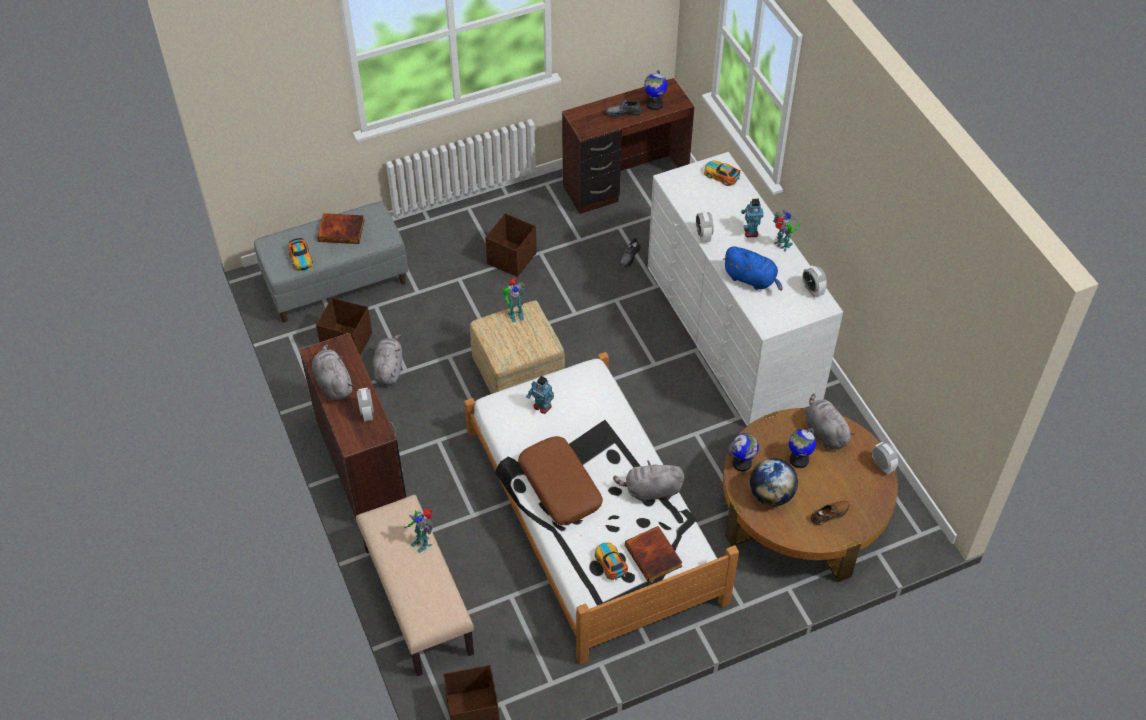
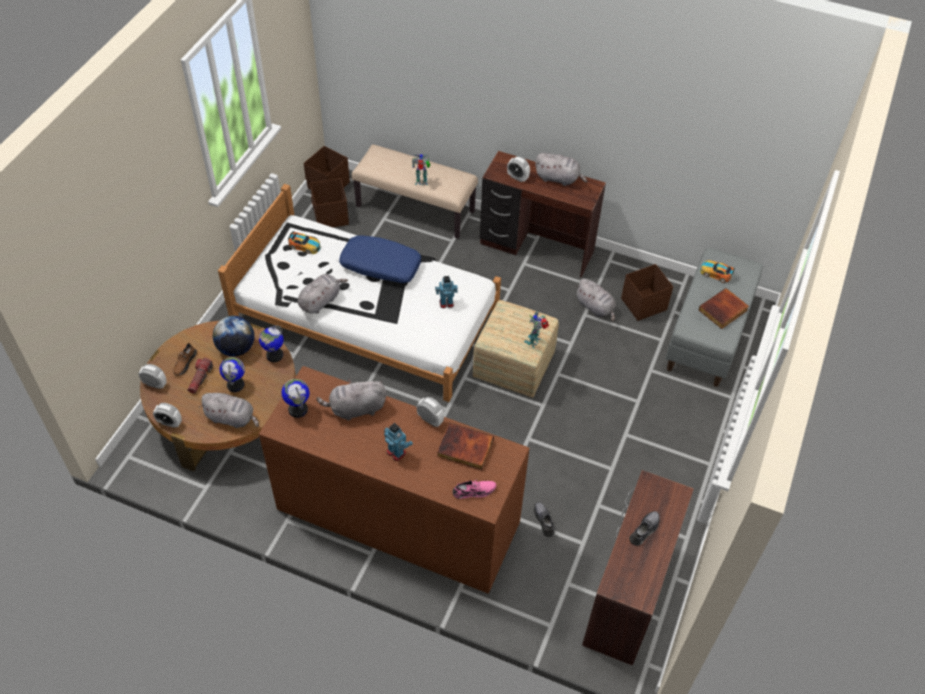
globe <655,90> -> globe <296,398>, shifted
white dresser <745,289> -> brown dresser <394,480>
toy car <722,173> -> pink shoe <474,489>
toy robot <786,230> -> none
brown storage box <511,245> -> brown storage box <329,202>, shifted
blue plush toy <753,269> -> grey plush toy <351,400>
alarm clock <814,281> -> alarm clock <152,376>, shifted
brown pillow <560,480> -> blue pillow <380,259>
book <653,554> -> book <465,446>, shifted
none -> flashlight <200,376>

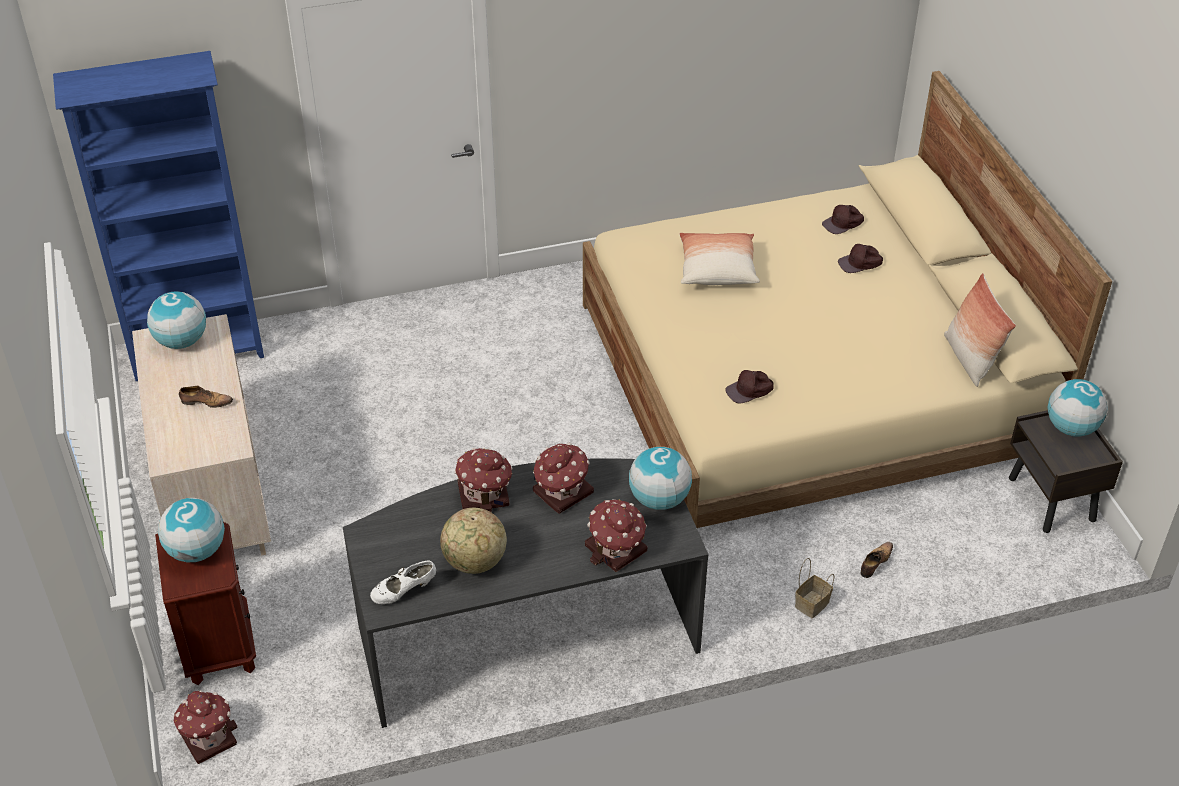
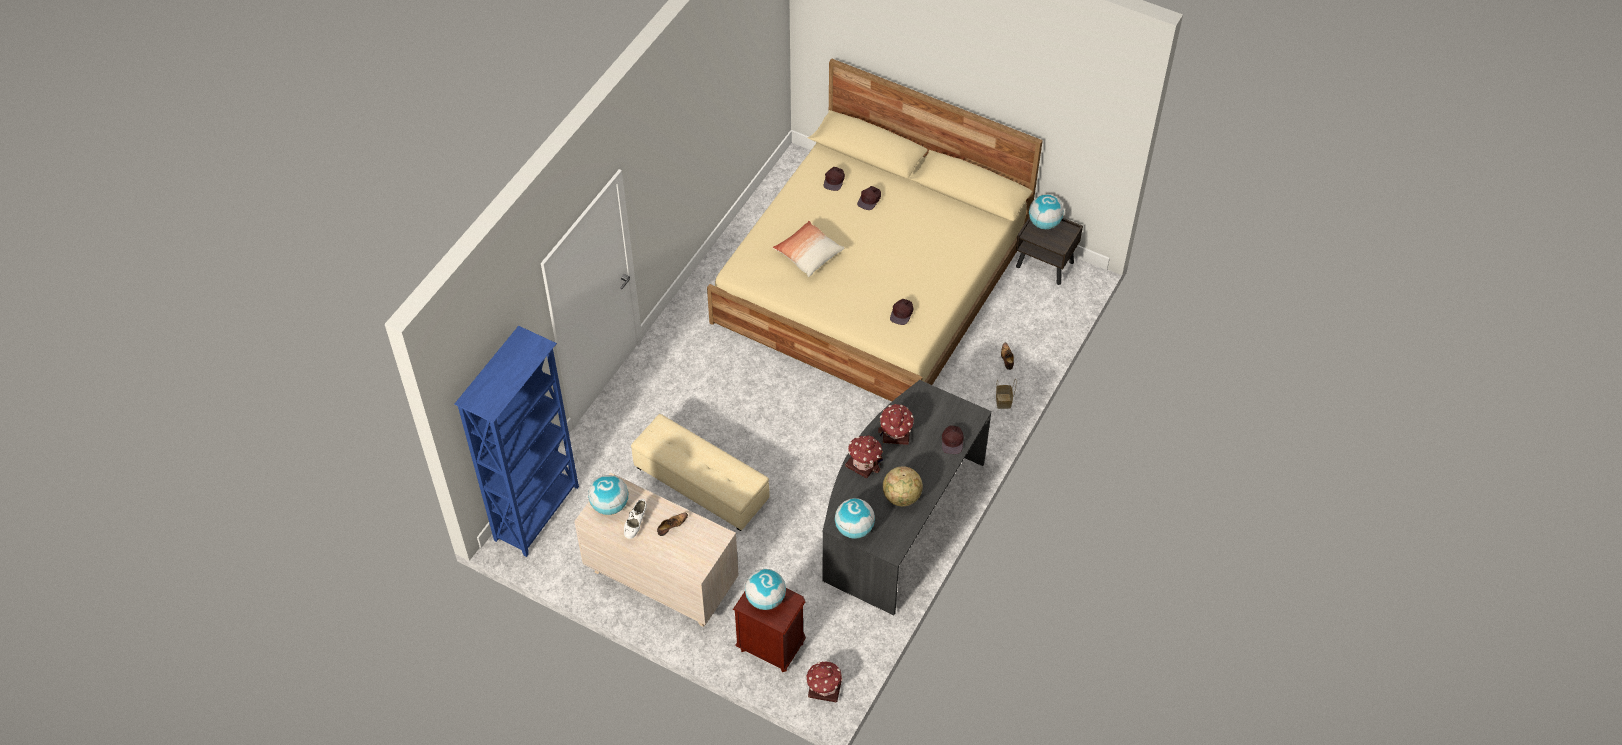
pillow <980,330> -> none
globe <660,478> -> globe <855,518>, shifted
toy house <616,535> -> brown cap <953,439>
white shoe <403,582> -> white shoe <635,519>, shifted
none -> beige ottoman <700,472>

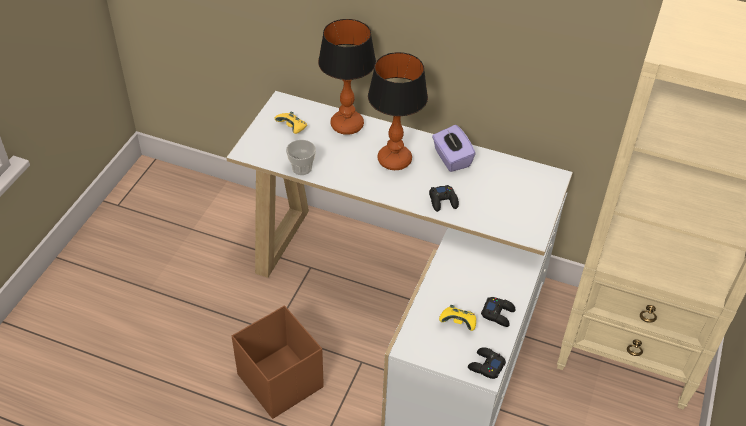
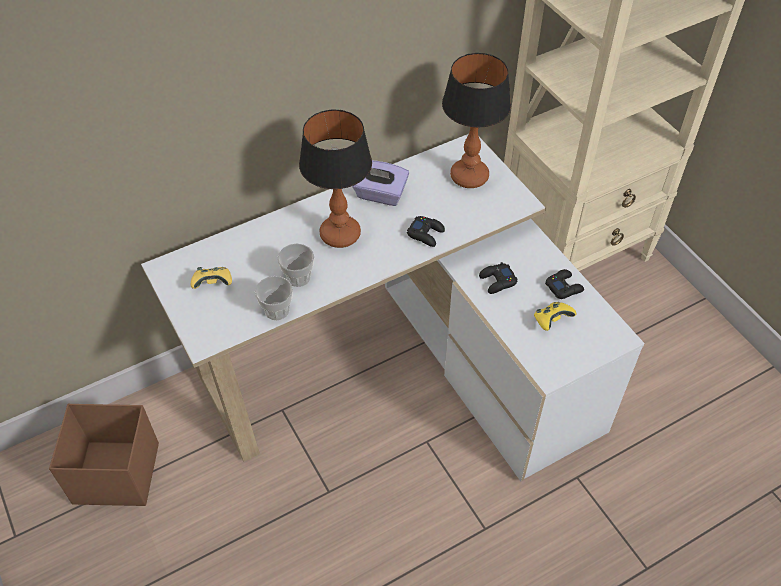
table lamp <347,77> -> table lamp <476,120>, shifted
brown storage box <278,362> -> brown storage box <104,455>, shifted
black game controller <487,363> -> black game controller <498,278>, shifted
none -> cup <295,265>

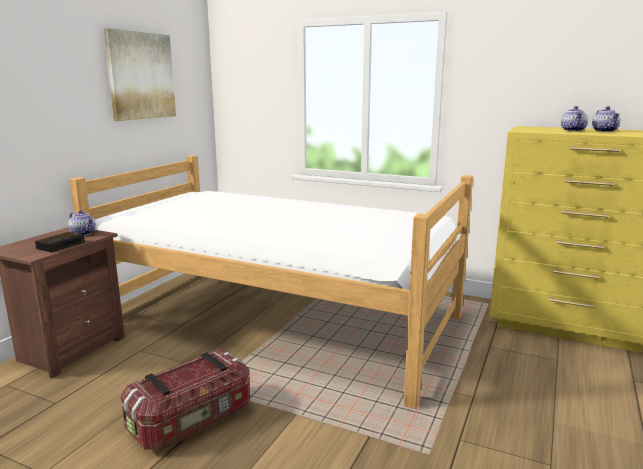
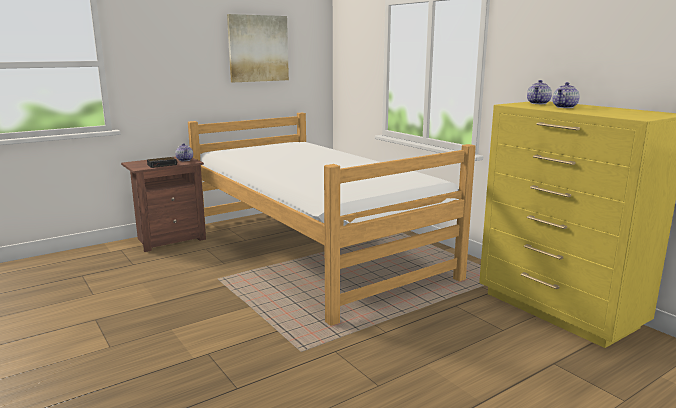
teapot <606,119> -> teapot <539,92>, shifted
storage box <185,399> -> none

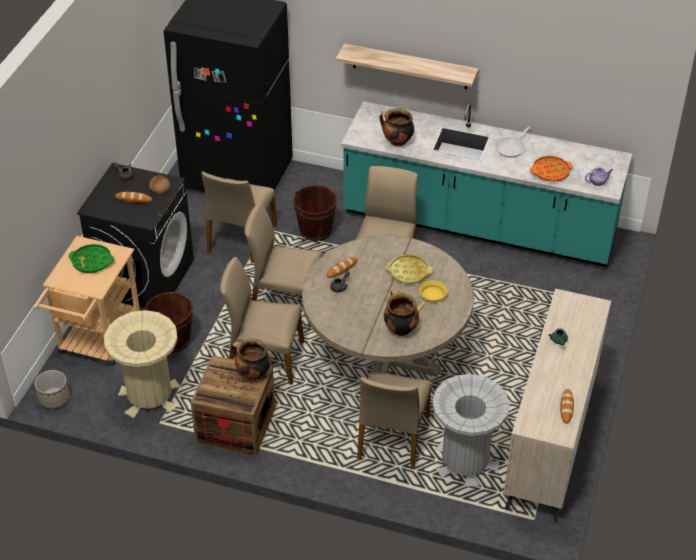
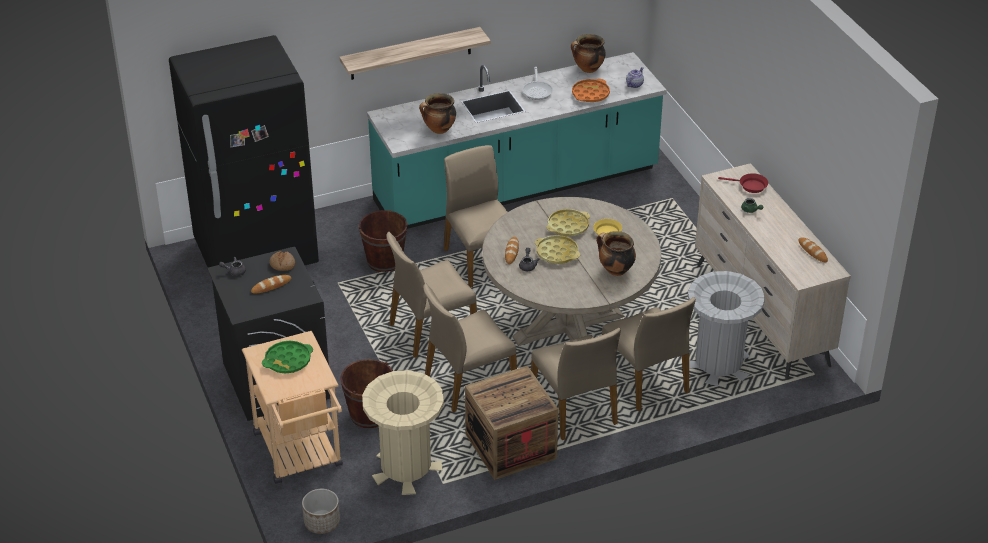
beige chair <239,217> -> beige chair <576,384>, shifted
cooking pot <251,359> -> cooking pot <588,53>, shifted
none -> red frying pan <743,183>
none -> yellow tray <557,249>

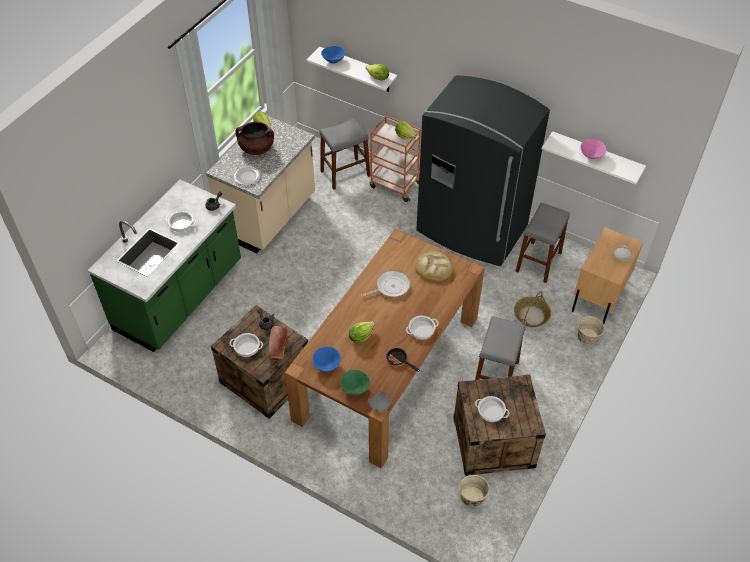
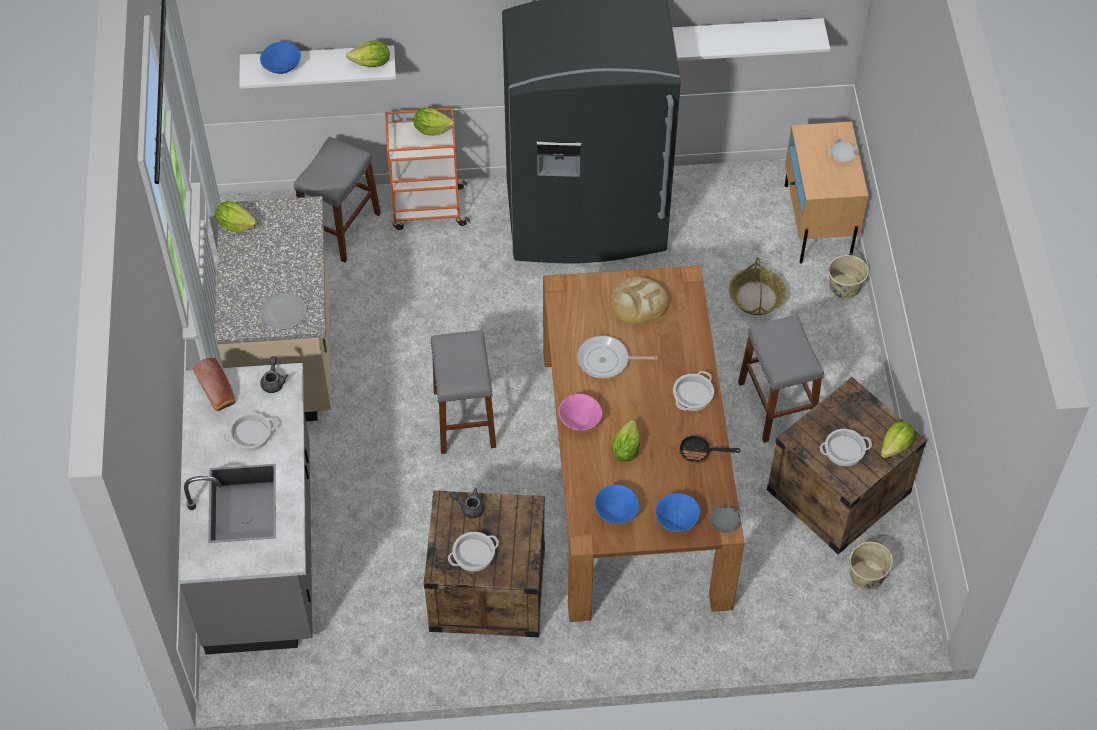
brown cooking pot <254,138> -> none
pink bowl <593,149> -> pink bowl <580,412>, shifted
green counter <164,266> -> grey counter <245,509>
grey stool <543,243> -> grey stool <463,392>, shifted
frying pan <385,284> -> frying pan <617,356>, 120 degrees counterclockwise
bread <278,343> -> bread <214,384>, shifted
green bowl <355,382> -> blue bowl <677,512>
none -> lettuce <898,439>

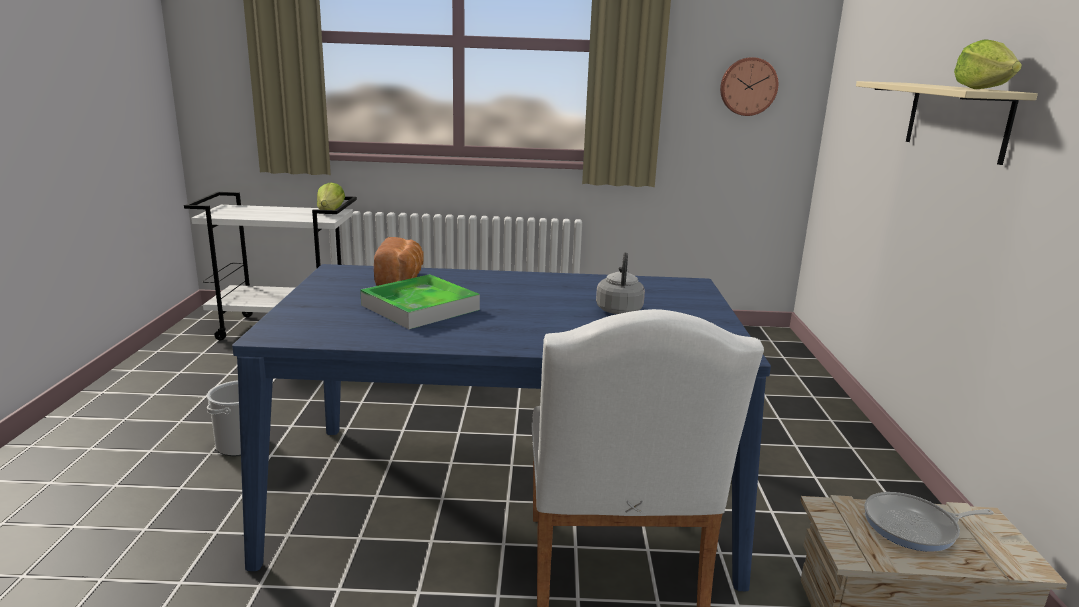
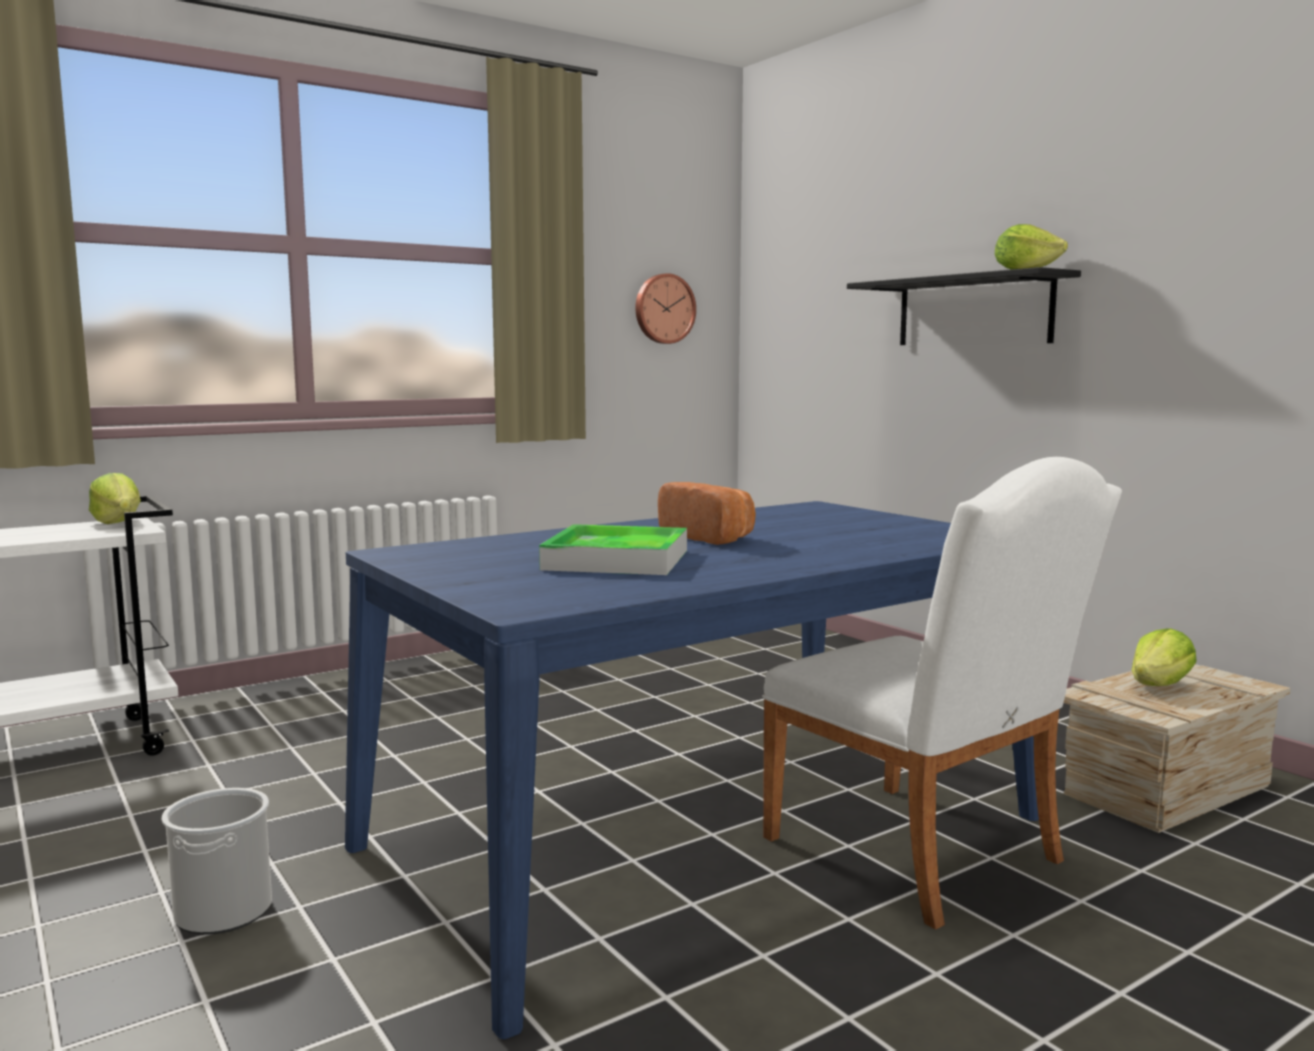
beige shelf <947,123> -> black shelf <964,306>
bread <399,261> -> bread <707,513>, shifted
grey kettle <620,283> -> none
frying pan <929,522> -> lettuce <1164,657>

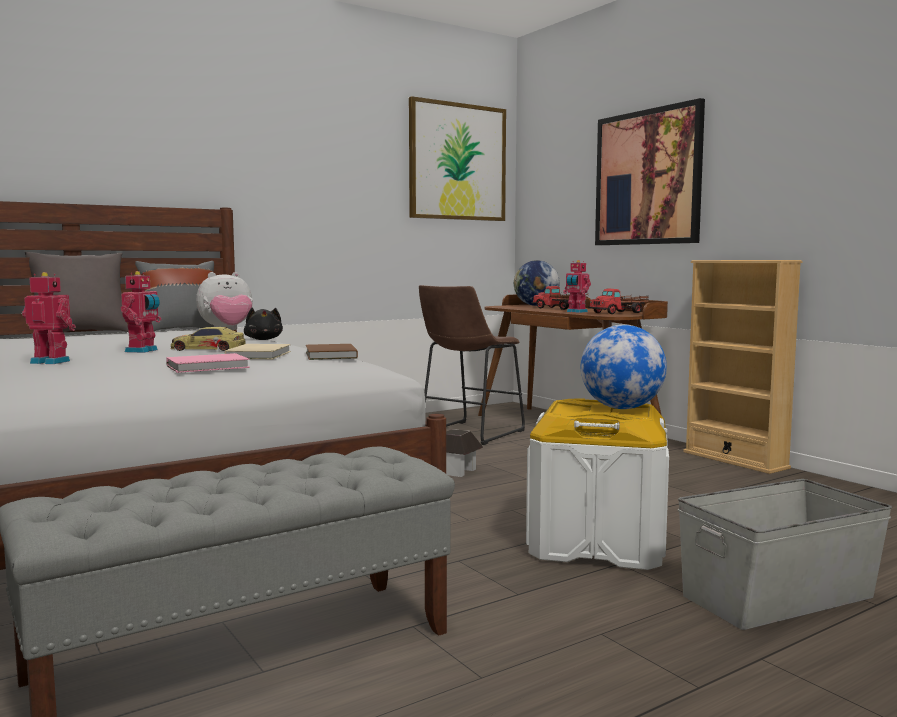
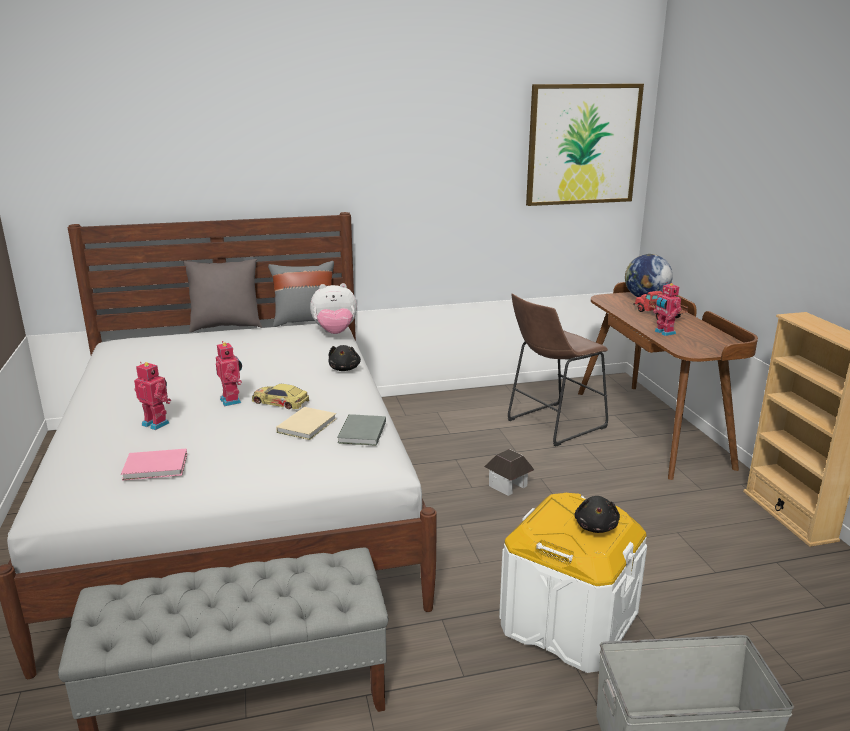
picture <650,171> -> none
toy robot <141,312> -> toy robot <229,373>, 60 degrees counterclockwise
toy truck <618,301> -> none
globe <624,367> -> black plush toy <597,514>
brown book <332,352> -> grey book <361,430>
pink book <208,363> -> pink book <154,464>, shifted

